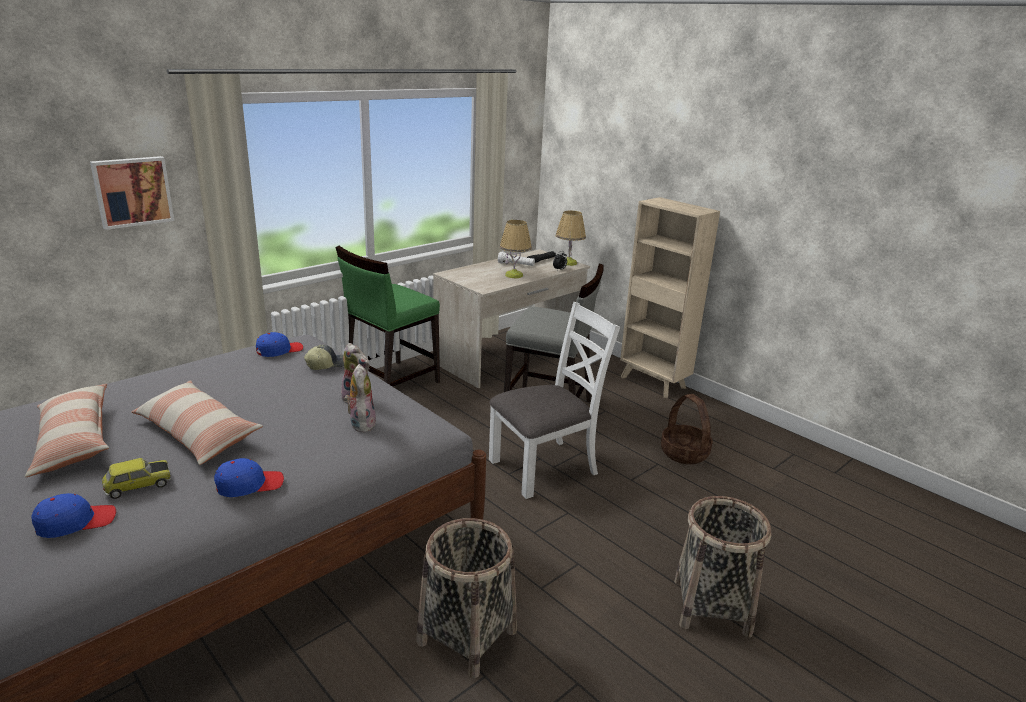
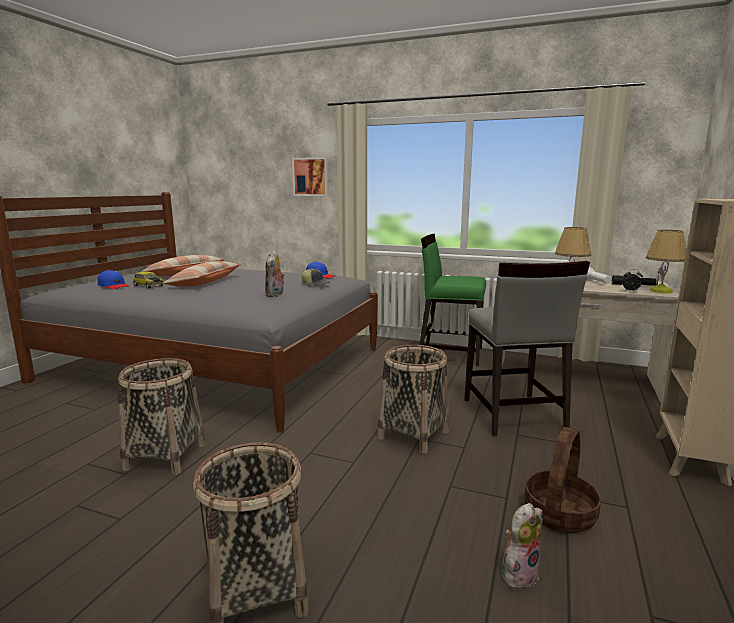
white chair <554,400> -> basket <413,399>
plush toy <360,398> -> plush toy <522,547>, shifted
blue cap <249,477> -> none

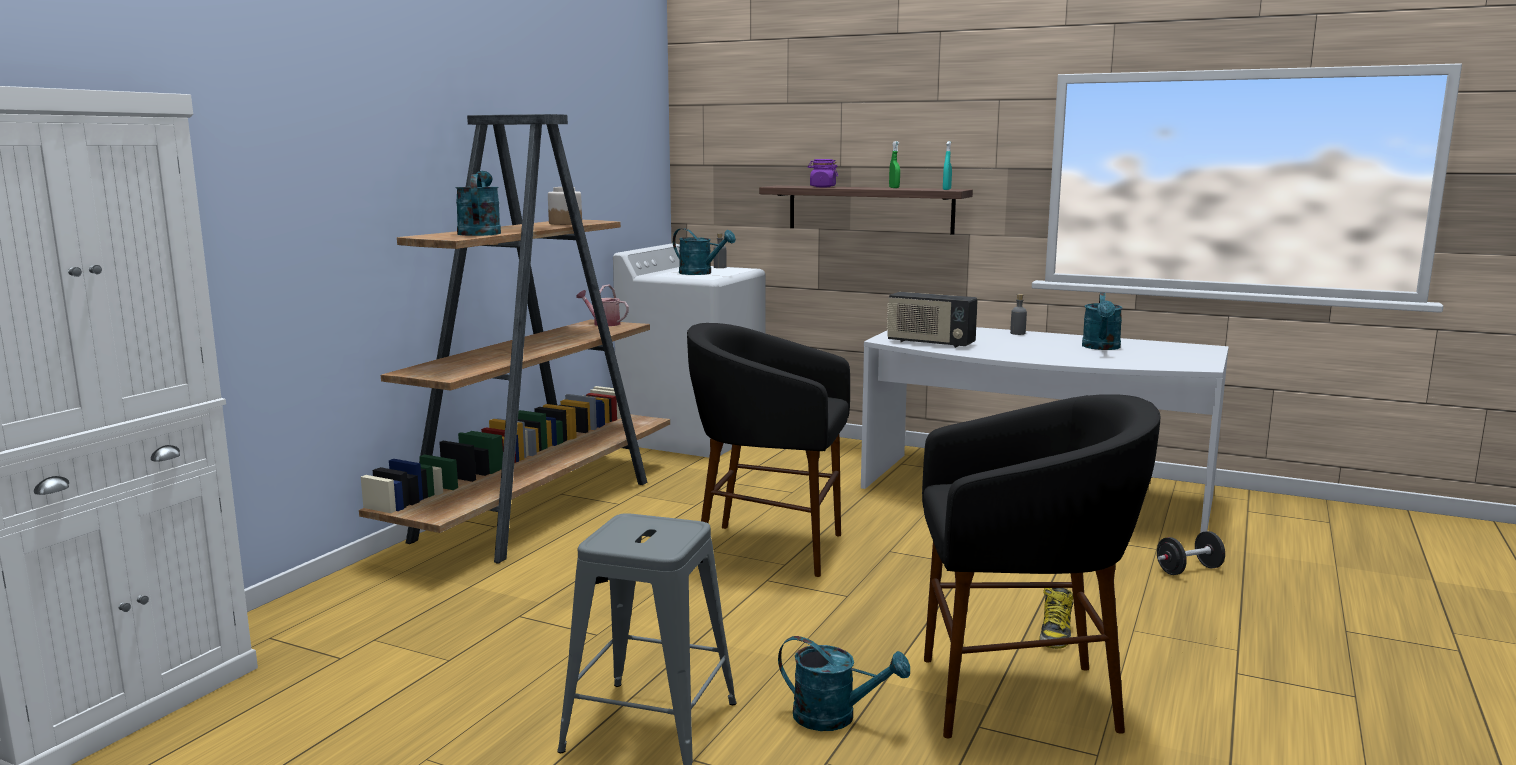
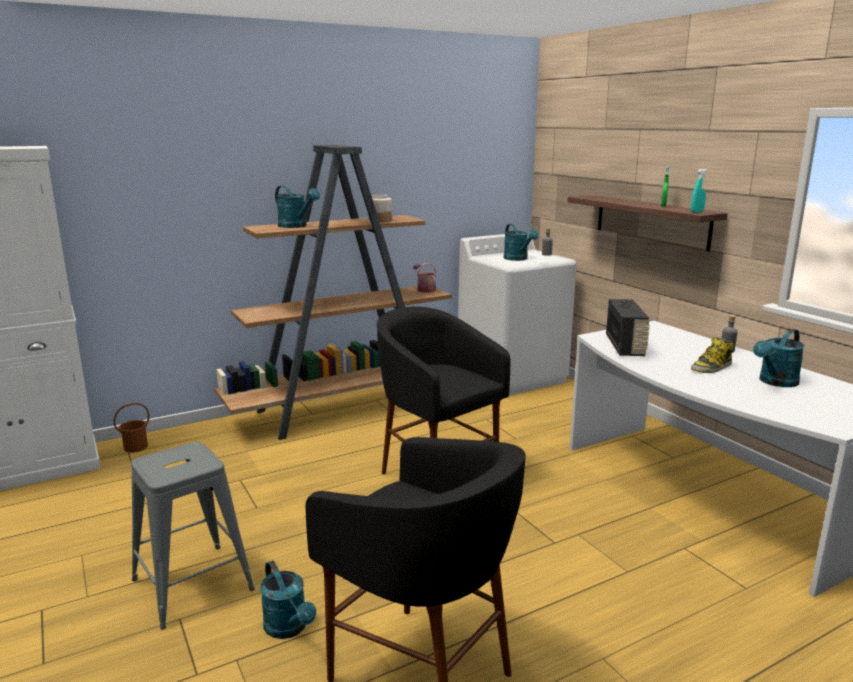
purple jar <823,173> -> none
turquoise watering can <478,203> -> turquoise watering can <297,207>, 105 degrees clockwise
radio <932,320> -> radio <628,327>, 150 degrees counterclockwise
black dumbbell <1191,553> -> none
boot <1056,618> -> boot <712,355>, shifted
none -> brown bucket <131,428>

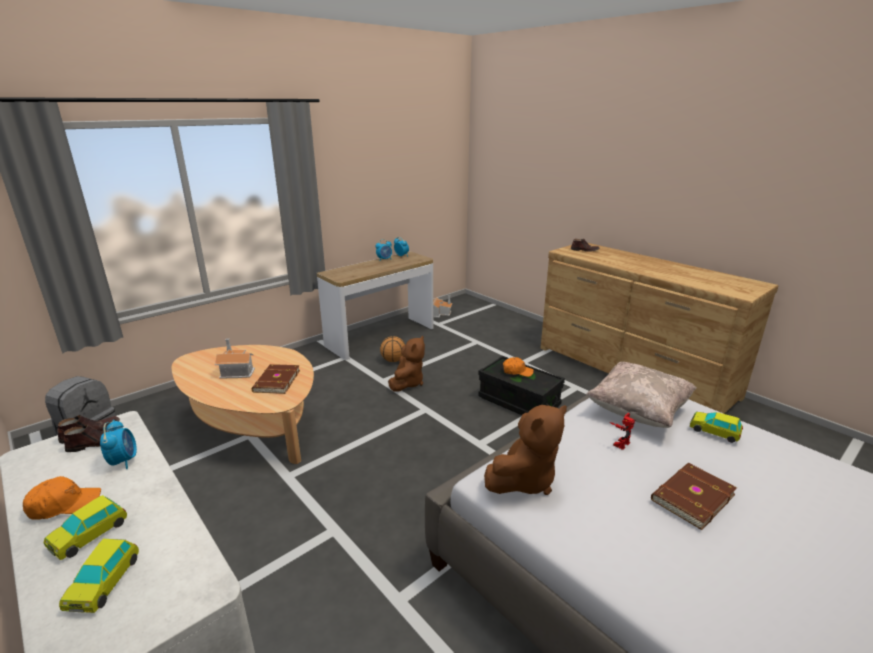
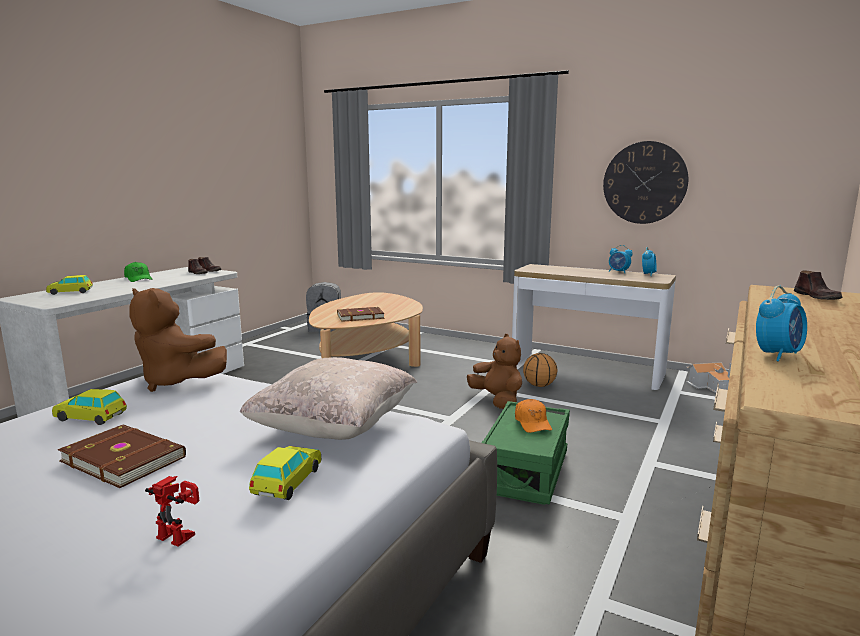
brown plush toy <406,364> -> brown plush toy <494,371>, 120 degrees counterclockwise
toy house <235,358> -> none
black storage box <521,385> -> green storage box <525,453>
toy robot <623,431> -> toy robot <172,511>, shifted
alarm clock <118,444> -> alarm clock <781,323>, shifted
orange cap <62,498> -> green cap <138,272>
toy car <85,527> -> toy car <89,407>, shifted
none -> wall clock <645,182>

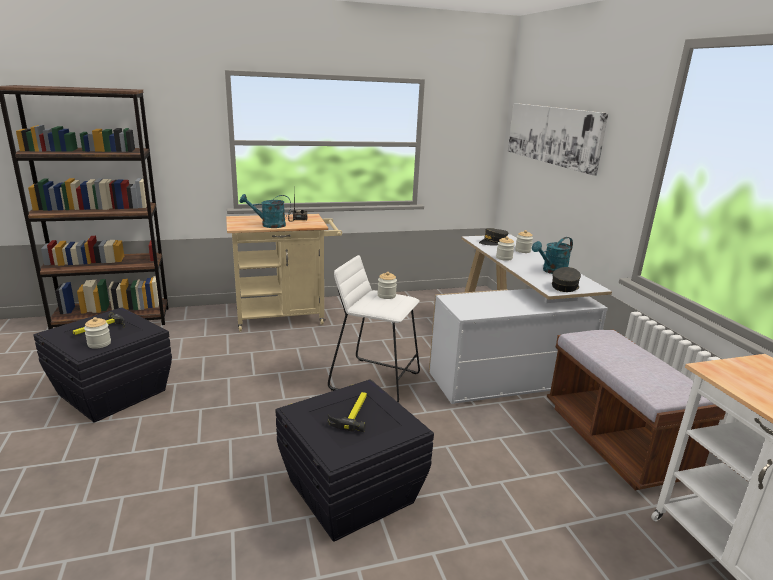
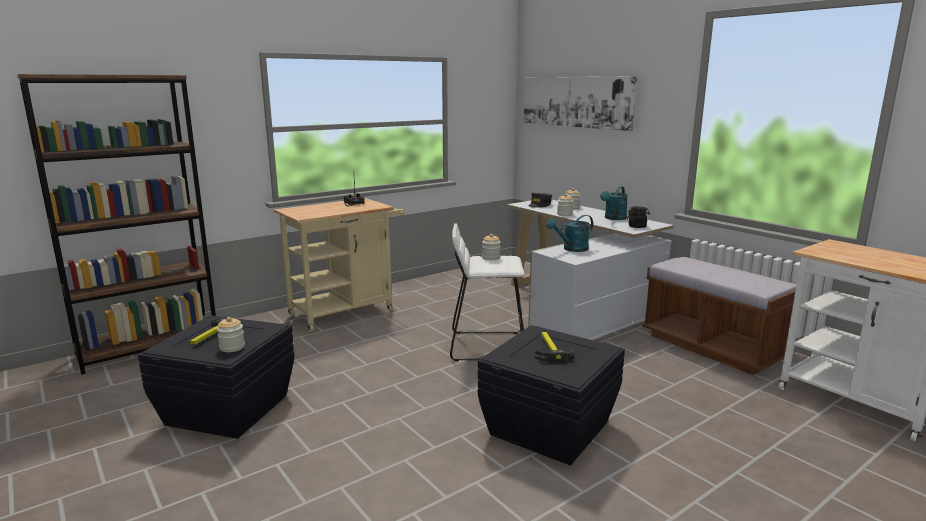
turquoise watering can <265,211> -> turquoise watering can <569,233>, shifted
grey cap <566,279> -> black jar <638,217>

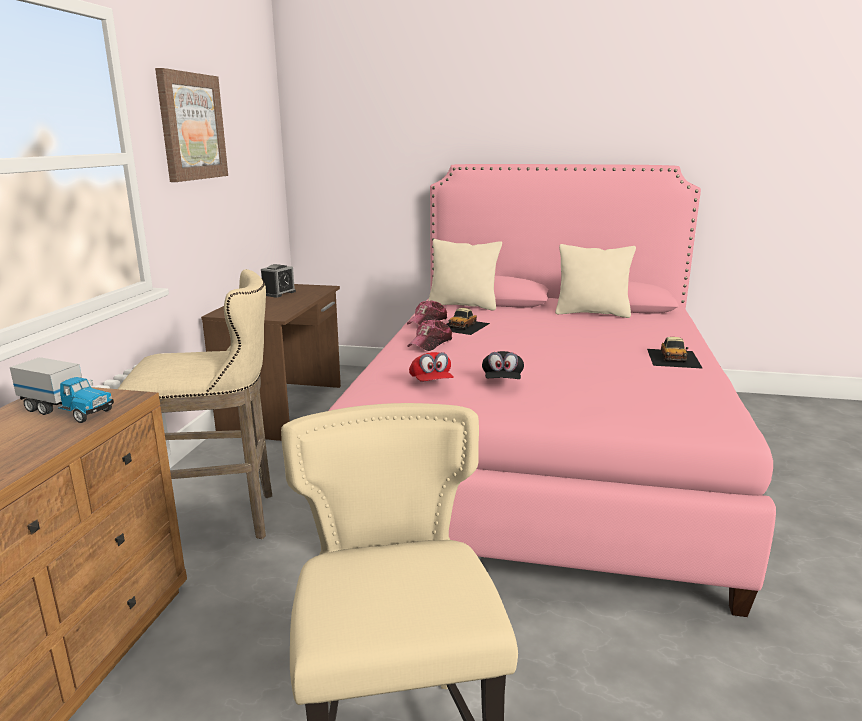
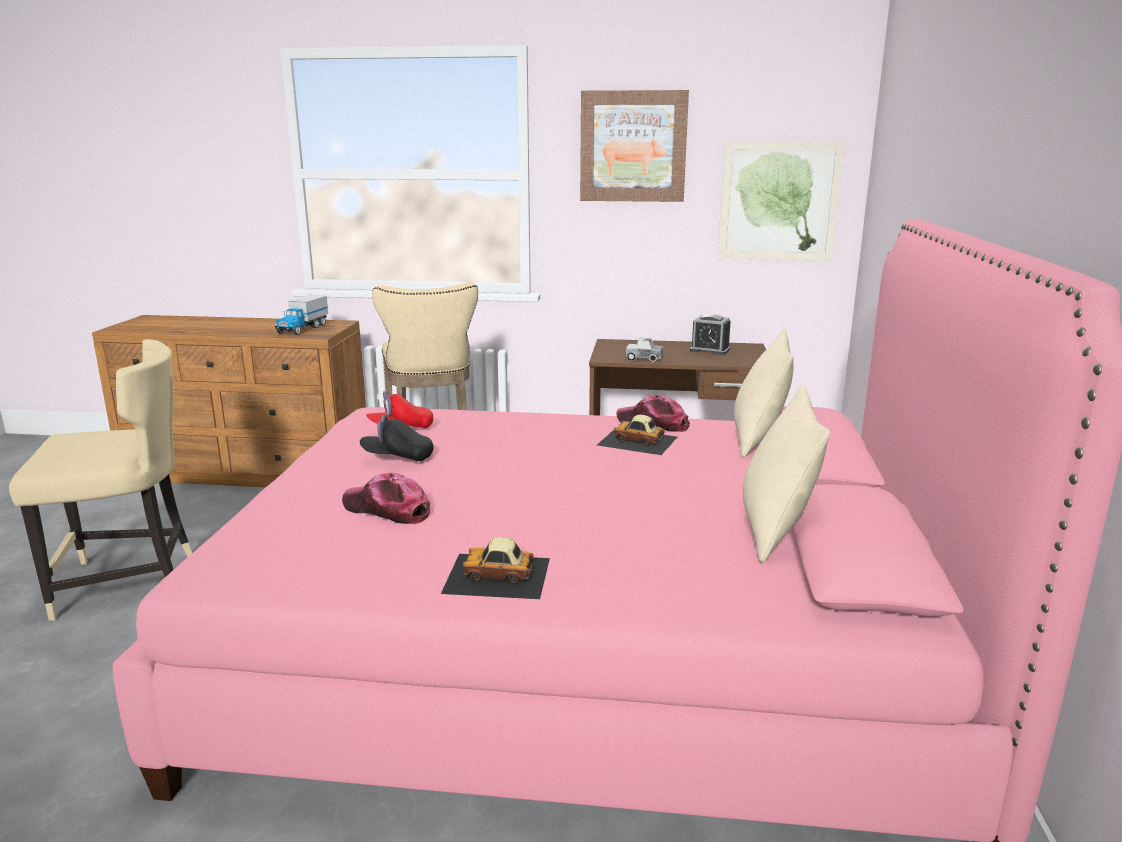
cap <429,335> -> cap <386,498>, shifted
none -> picture <781,201>
none -> toy truck <644,350>

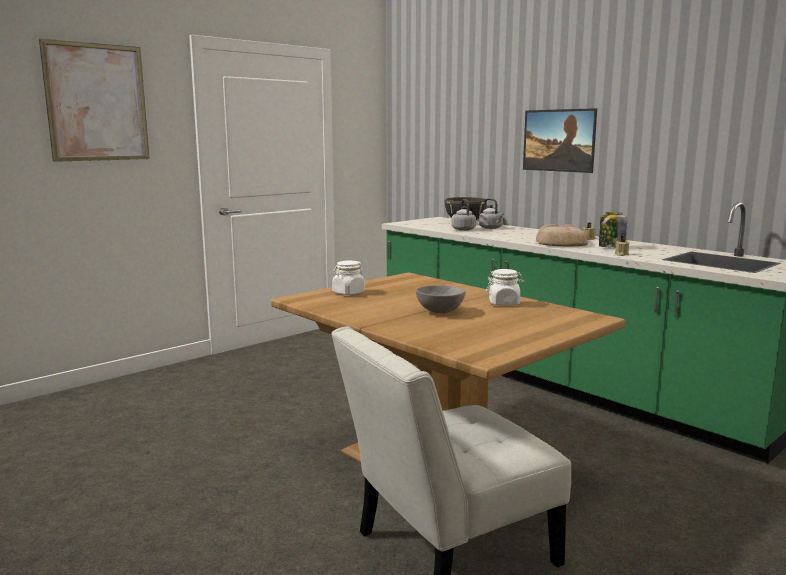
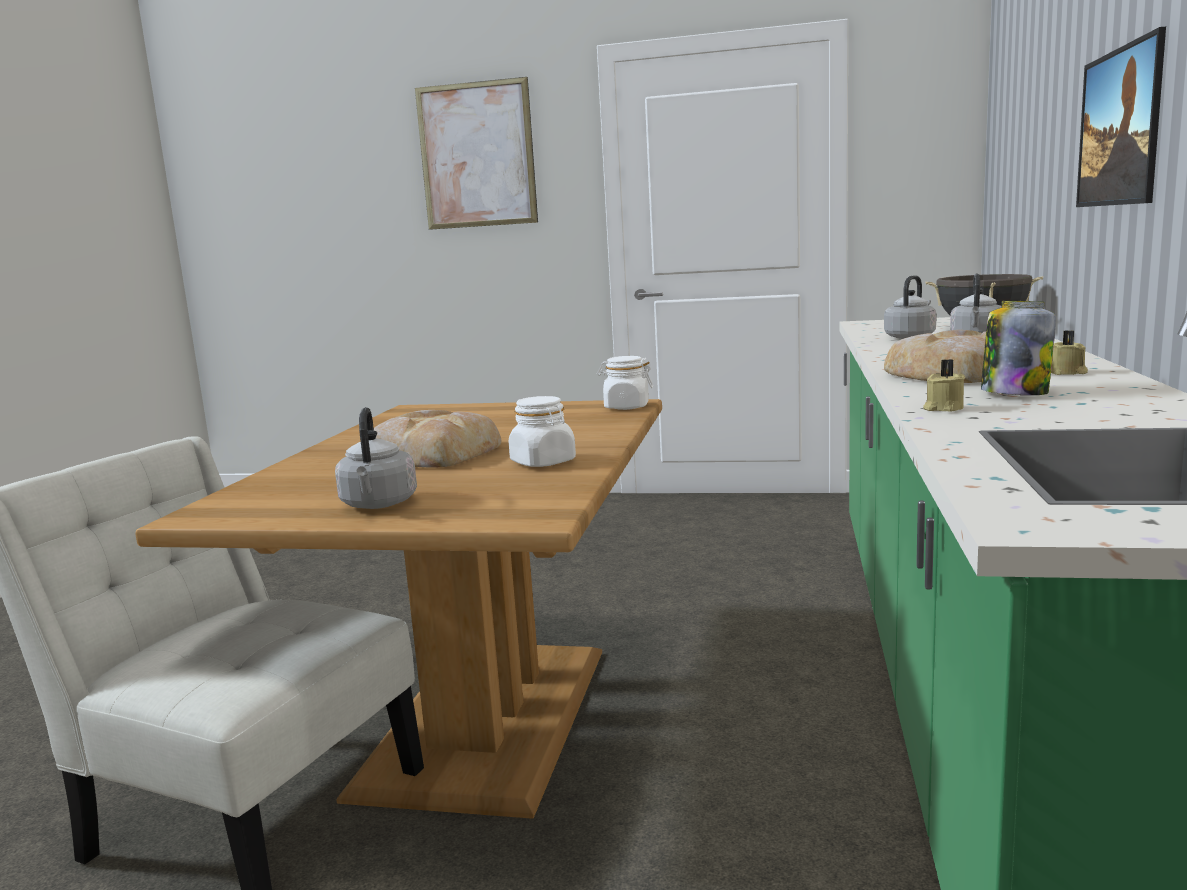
white jar <348,277> -> white jar <625,383>, shifted
grey bowl <441,299> -> bread <437,438>
none -> grey kettle <376,458>

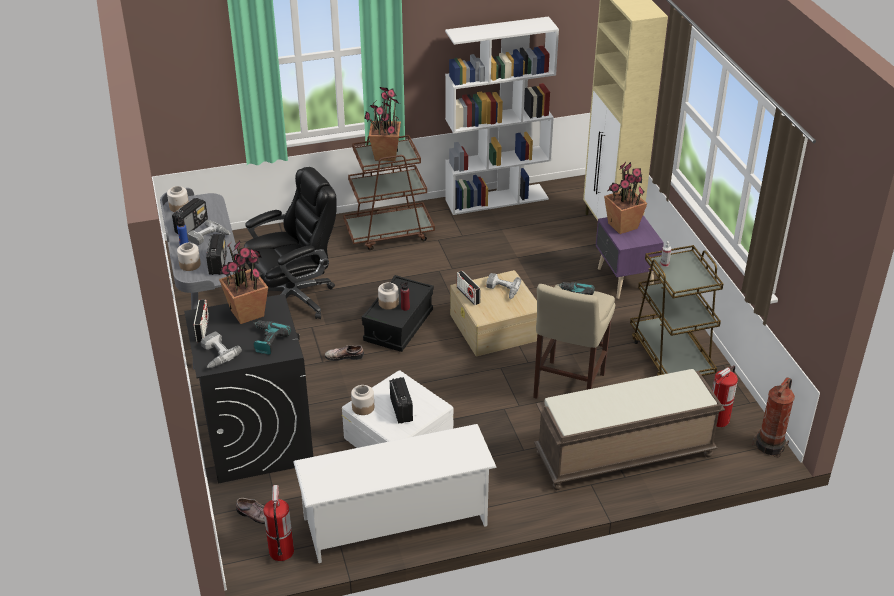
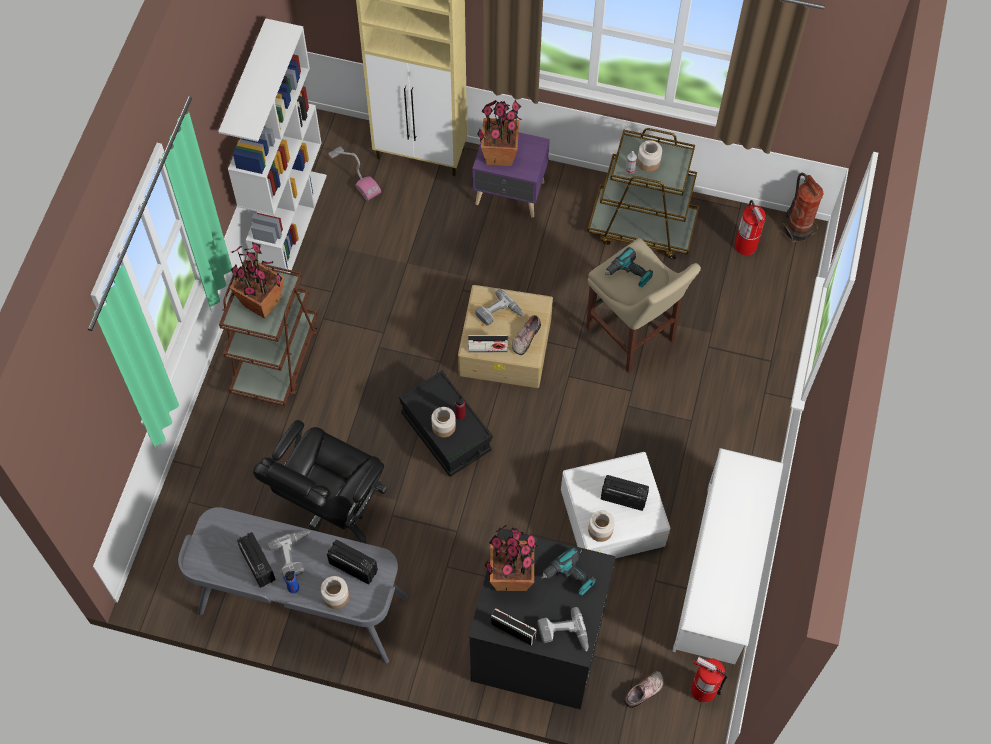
black office chair <290,243> -> black office chair <320,482>, 150 degrees counterclockwise
jar <178,199> -> jar <649,156>, shifted
shoe <344,353> -> shoe <526,335>, shifted
brown bench <629,429> -> none
none -> vacuum cleaner <354,173>

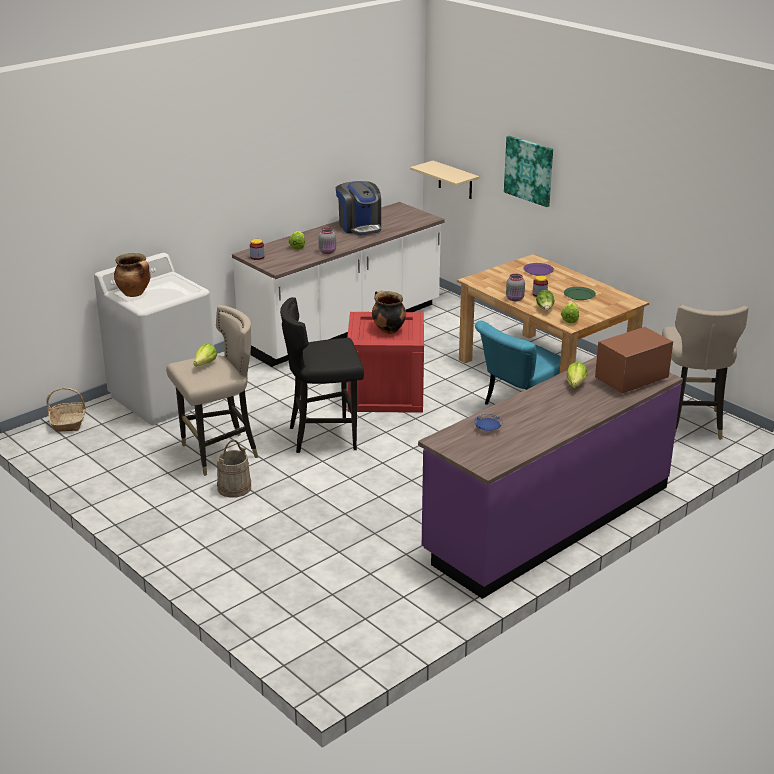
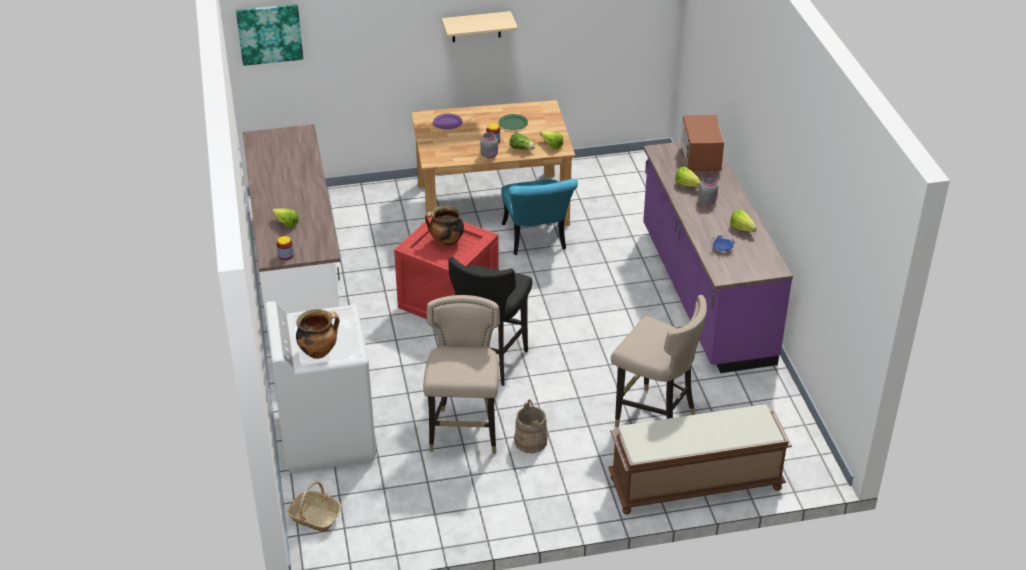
picture <528,171> -> picture <269,35>, shifted
beige shelf <444,180> -> beige shelf <480,26>, shifted
coffee machine <358,208> -> none
grey jar <327,241> -> grey jar <708,191>, shifted
beige stool <705,372> -> beige stool <659,361>, shifted
lettuce <205,354> -> lettuce <743,220>, shifted
none -> brown bench <700,459>

